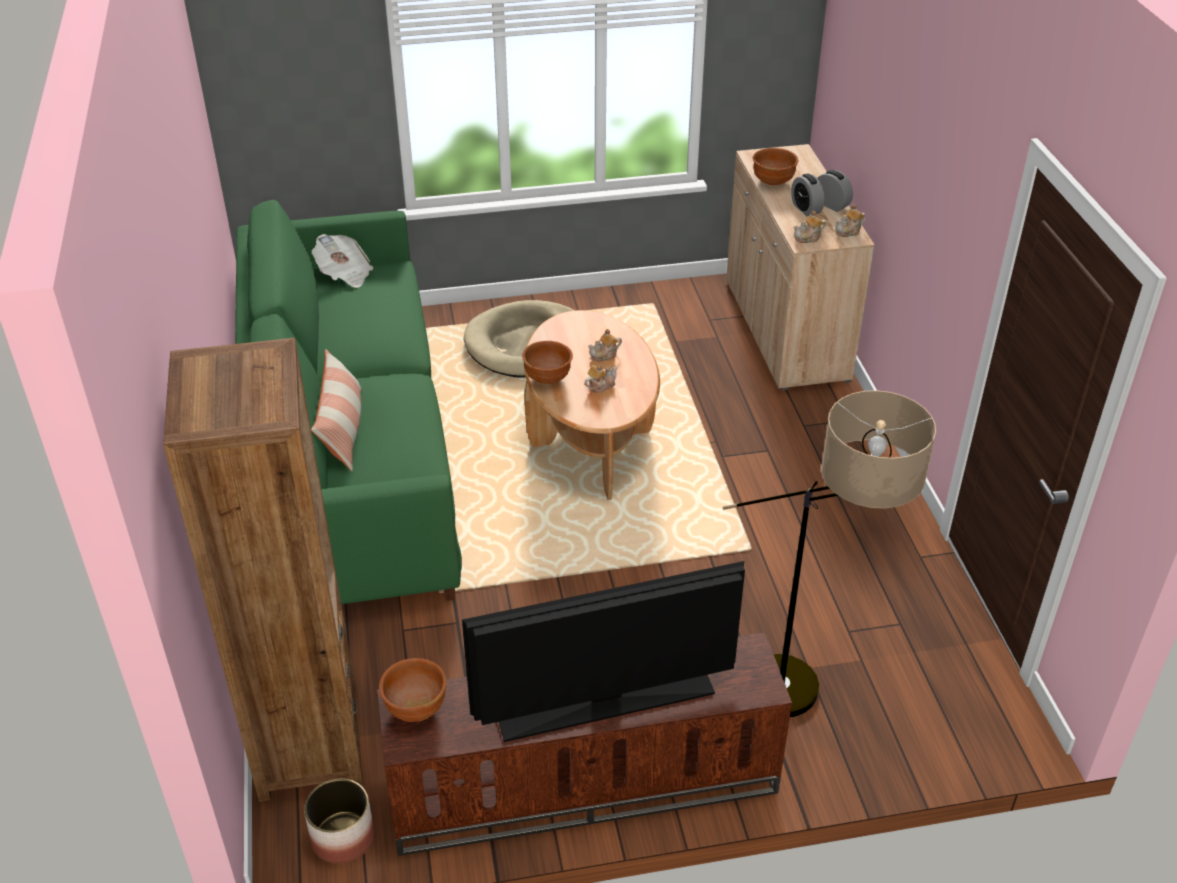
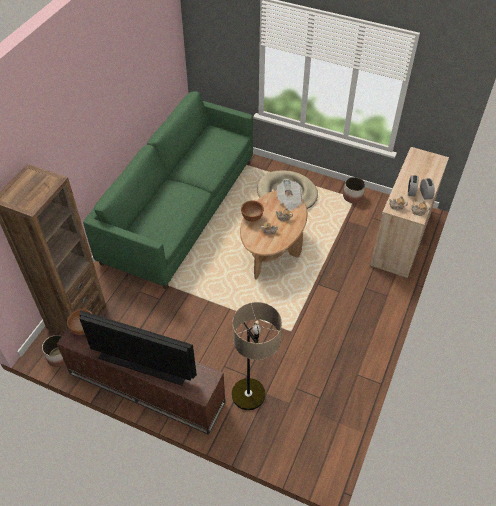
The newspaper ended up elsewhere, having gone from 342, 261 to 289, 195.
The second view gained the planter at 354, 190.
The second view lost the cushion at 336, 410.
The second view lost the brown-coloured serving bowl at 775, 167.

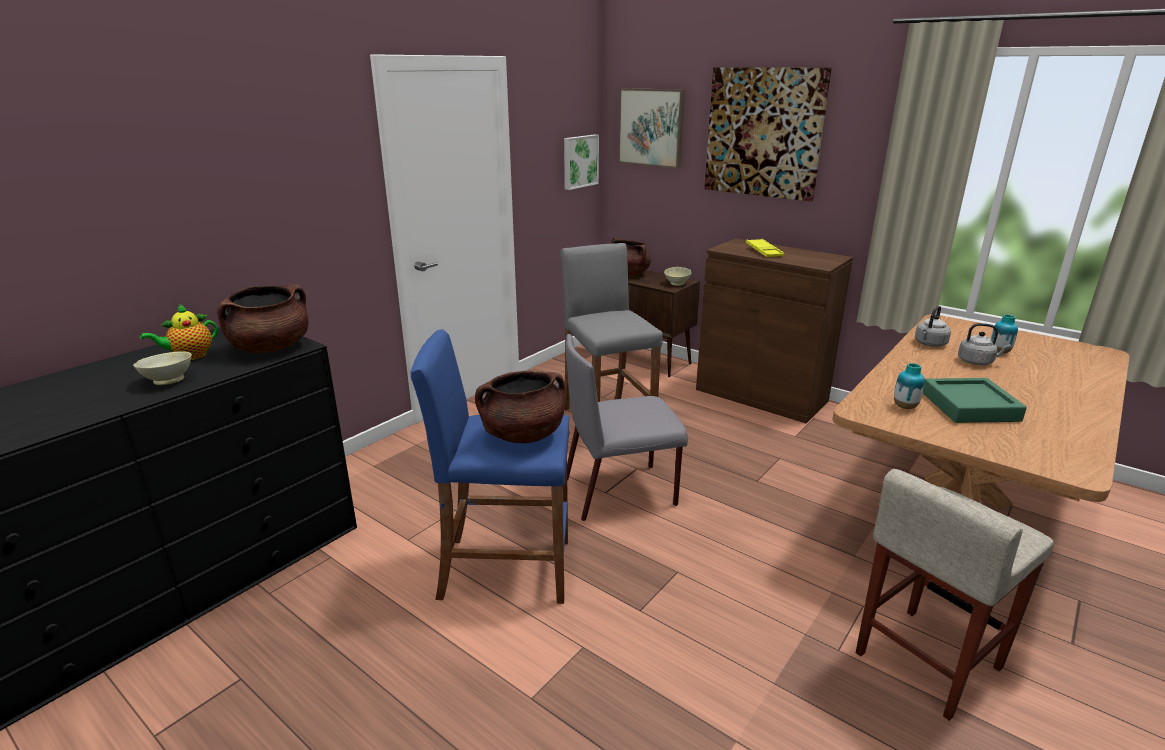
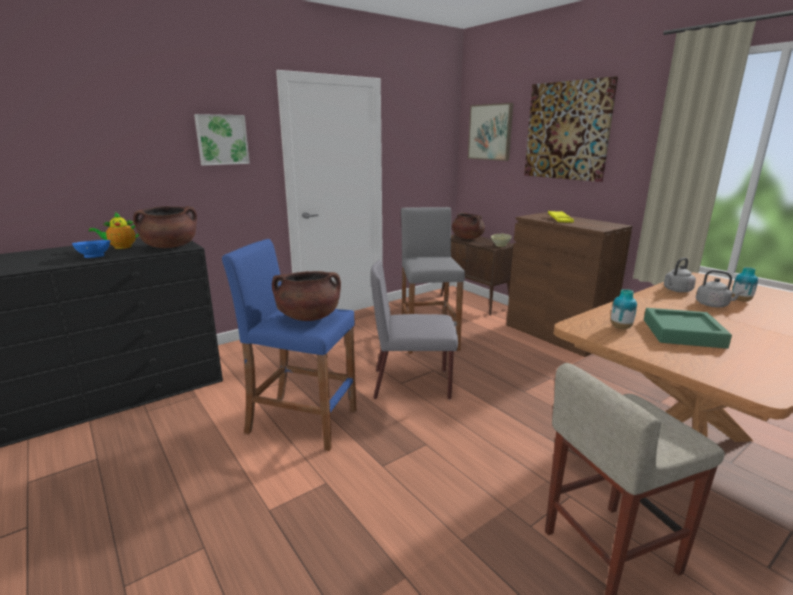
What was the sand-coloured serving bowl at 162, 368 turned into the blue-coloured serving bowl at 91, 249.
The wall art ended up elsewhere, having gone from 581, 162 to 222, 140.

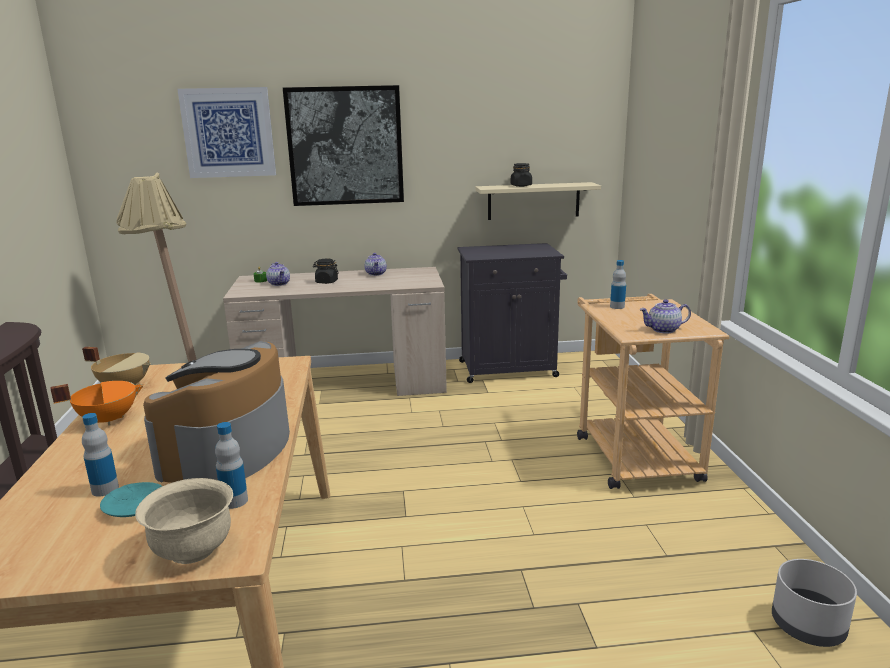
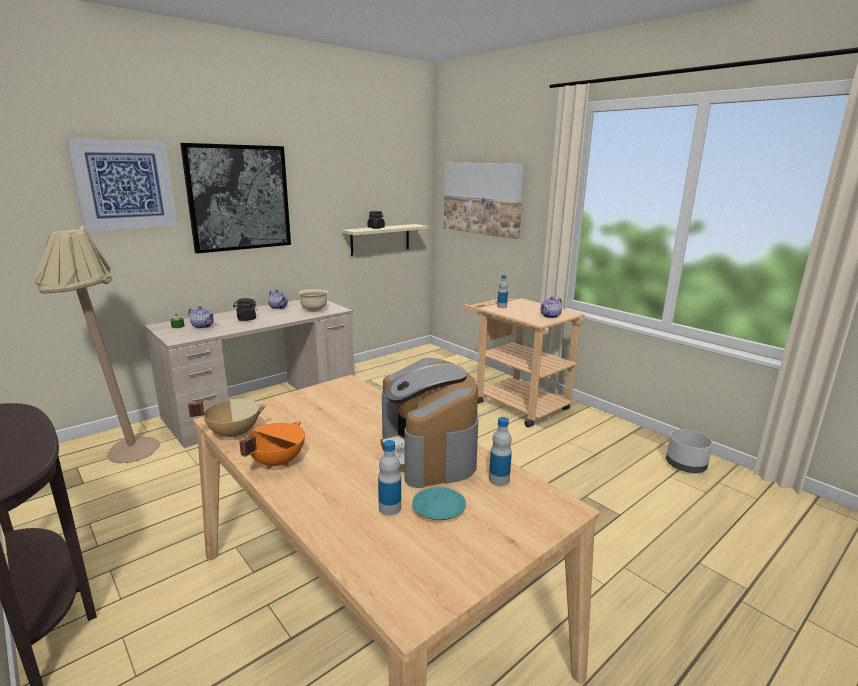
The sand-coloured serving bowl ended up elsewhere, having gone from 184, 521 to 313, 300.
The second view gained the wall art at 484, 201.
The second view lost the black cabinet at 512, 313.

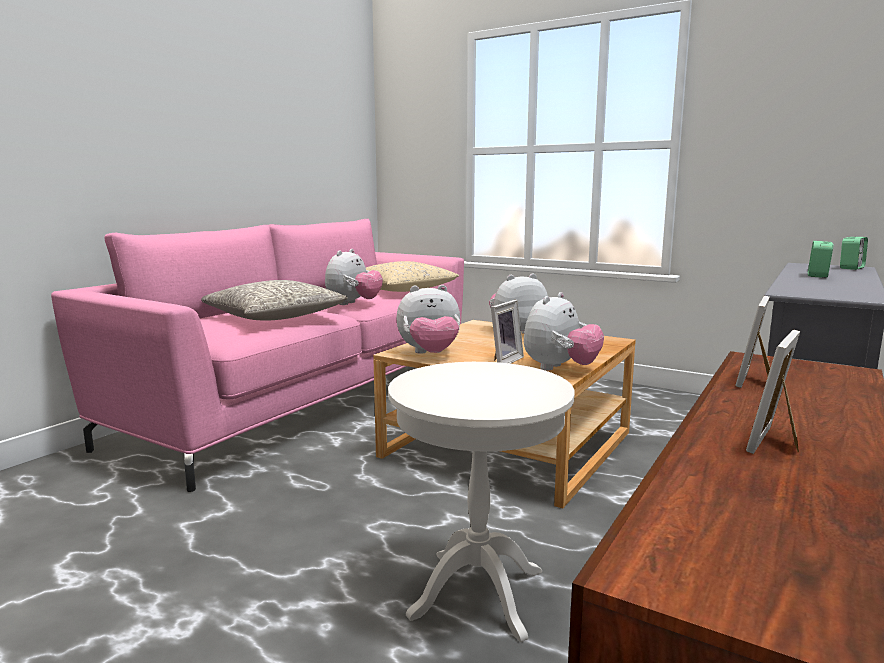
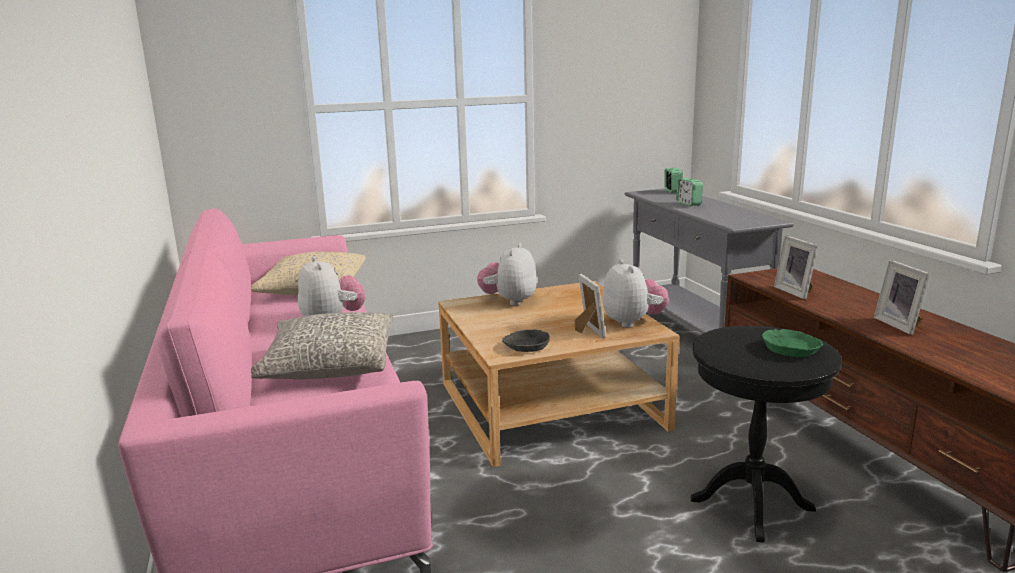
Where the cuddly toy stood at 428, 319, the greyish serving bowl came to stand at 526, 341.
What was the white side table at 481, 502 turned into the black side table at 766, 434.
The second view gained the green serving bowl at 792, 343.

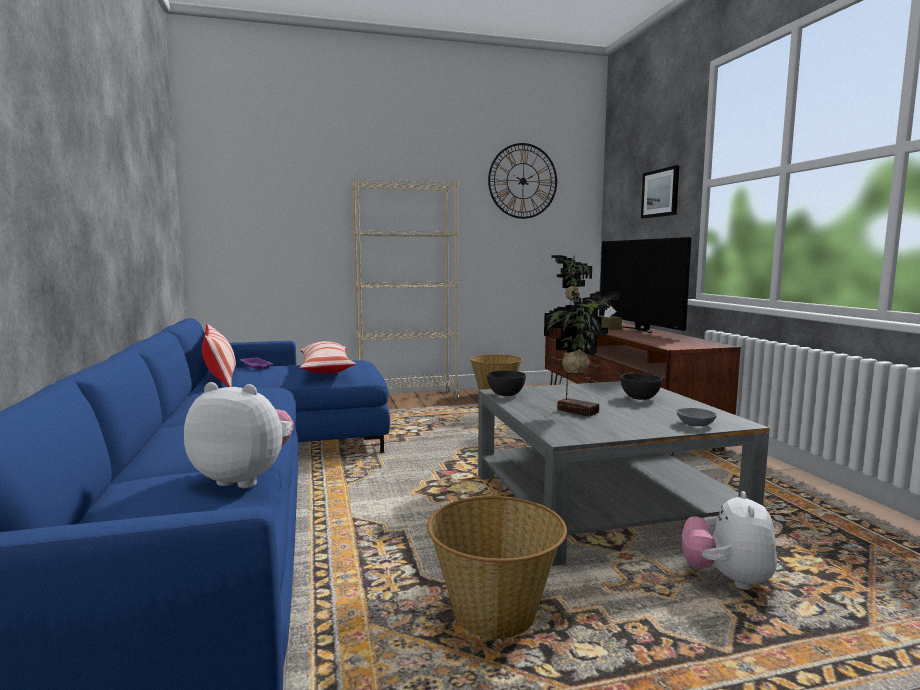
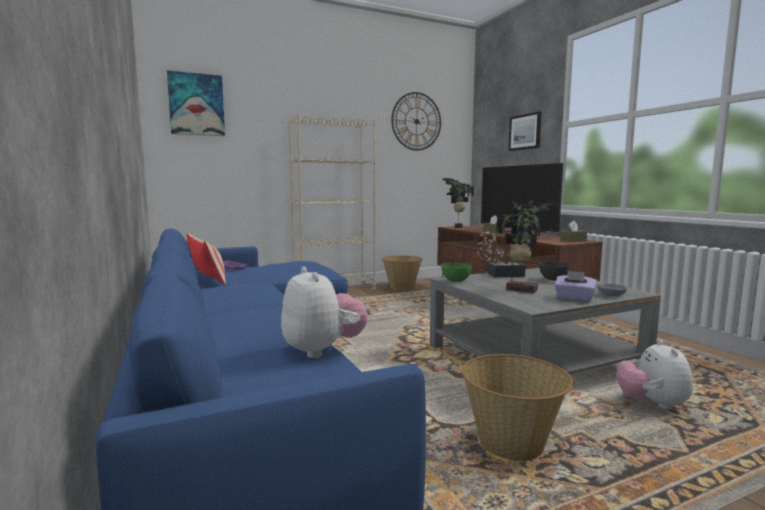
The second view gained the wall art at 196, 103.
The cuddly toy at 239, 435 ended up facing another way, 60 degrees clockwise from before.
What was the greyish serving bowl at 506, 383 turned into the green serving bowl at 456, 272.
The second view gained the plant in a pot at 504, 254.
The second view gained the purplish tissue box at 576, 286.
The second view gained the brown-coloured tissue box at 573, 231.
The second view lost the cushion at 328, 357.

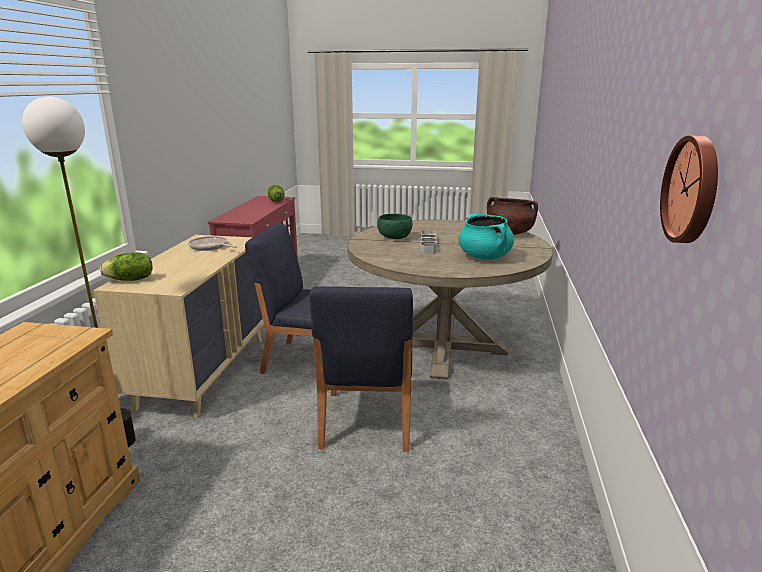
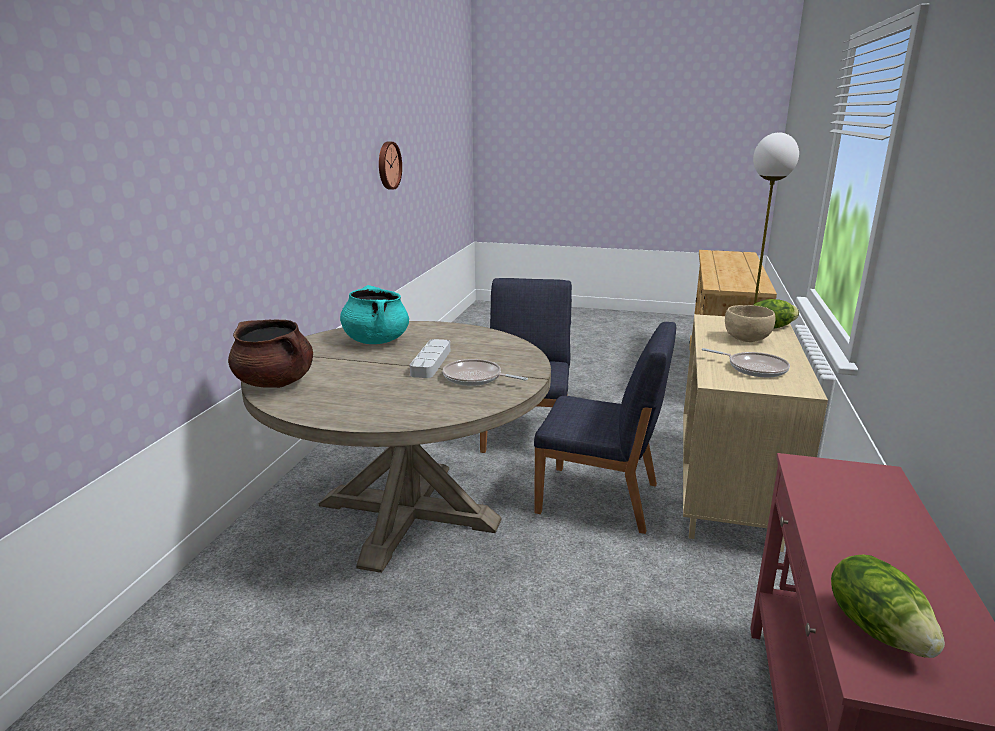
Where the green serving bowl stood at 394, 226, the pan came to stand at 485, 372.
The second view gained the sand-coloured serving bowl at 750, 323.

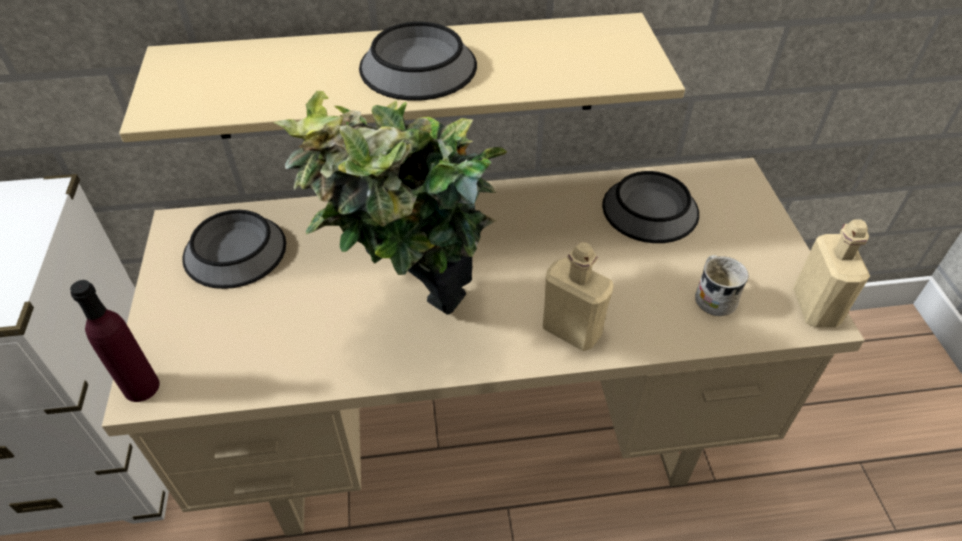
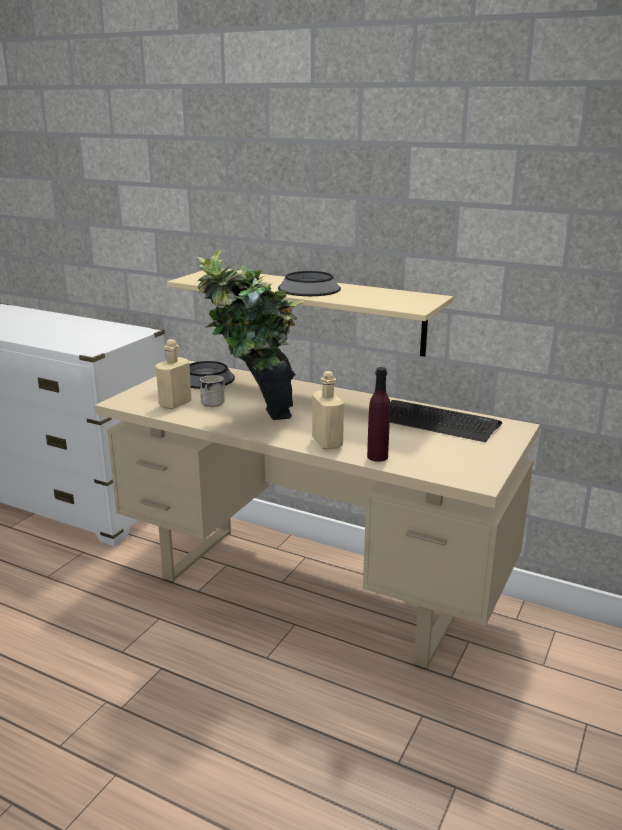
The sand-coloured bottle ended up elsewhere, having gone from 831, 273 to 173, 374.
The white tea mug ended up elsewhere, having gone from 722, 285 to 212, 391.
The purplish bottle ended up elsewhere, having gone from 115, 341 to 378, 414.
Where the serving bowl stood at 650, 207, the computer keyboard came to stand at 446, 421.

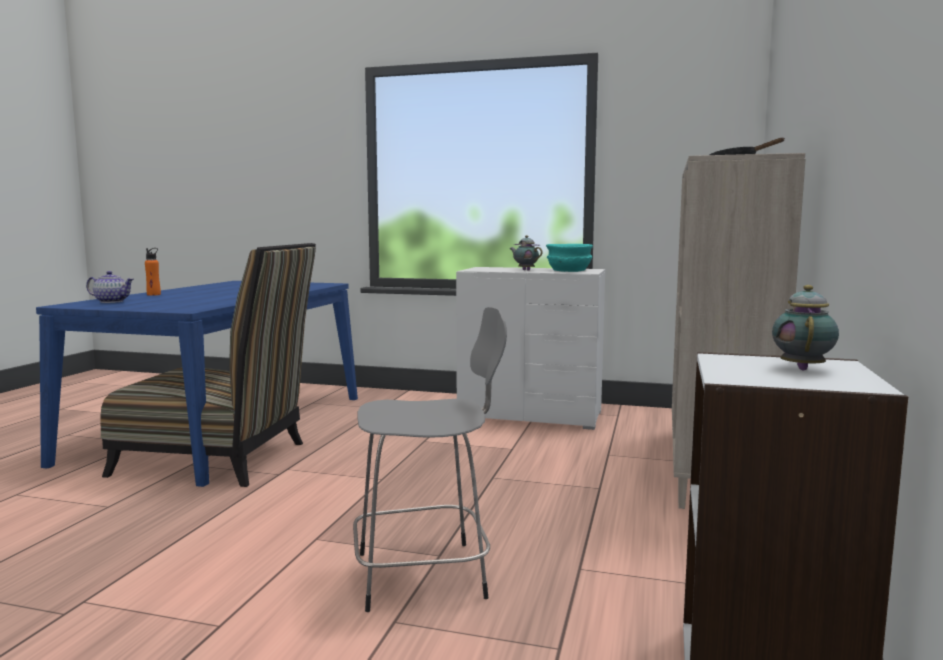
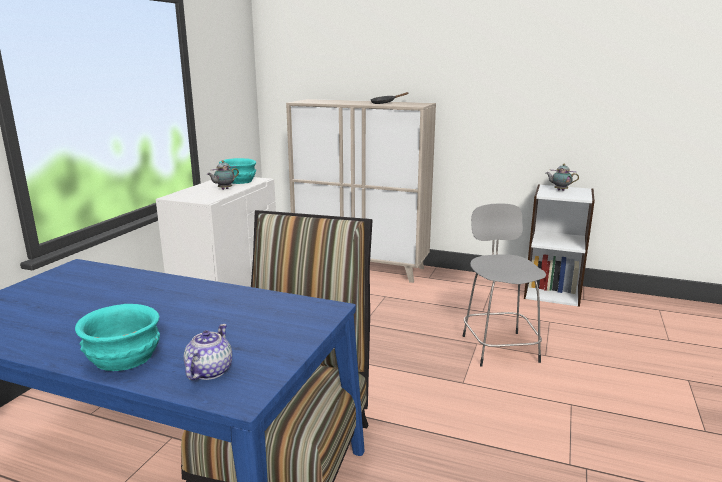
Where the orange bottle stood at 153, 272, the turquoise serving bowl came to stand at 117, 337.

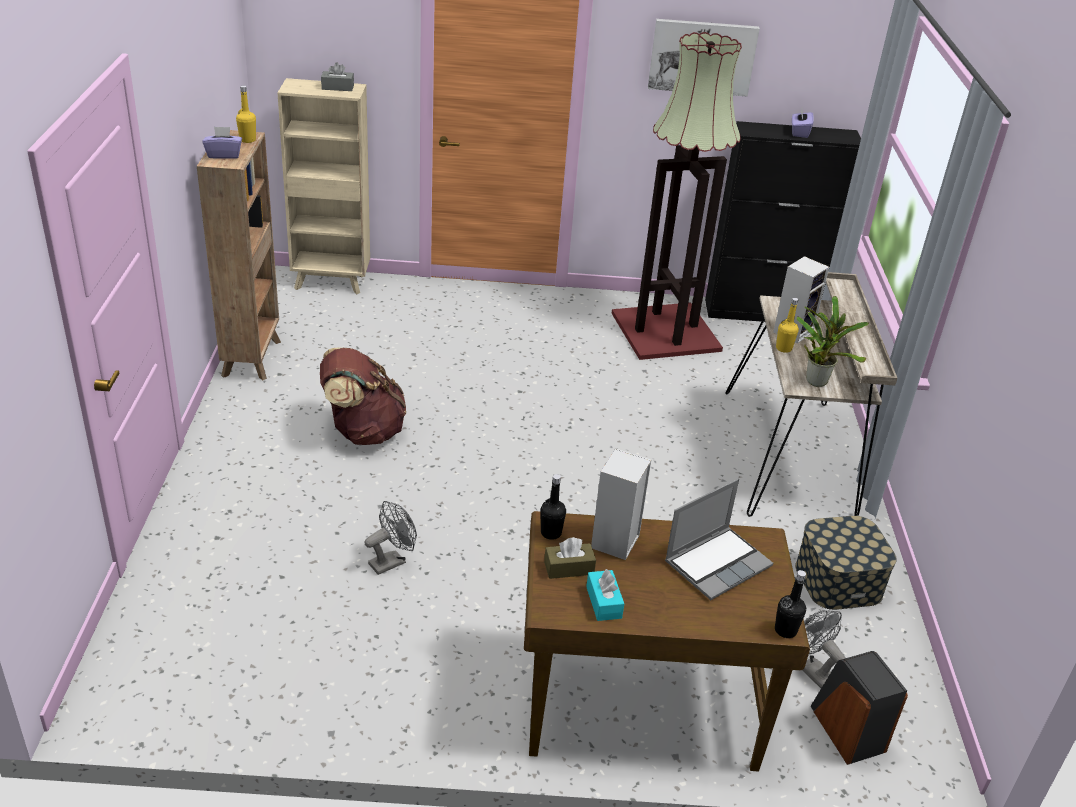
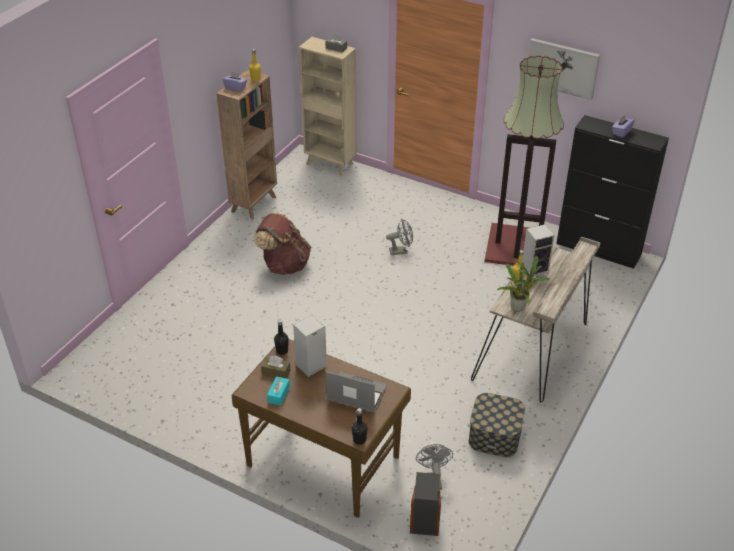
The portable computer at 719, 539 ended up facing another way, 150 degrees counterclockwise from before.
The greyish electric fan ended up elsewhere, having gone from 390, 538 to 399, 237.

